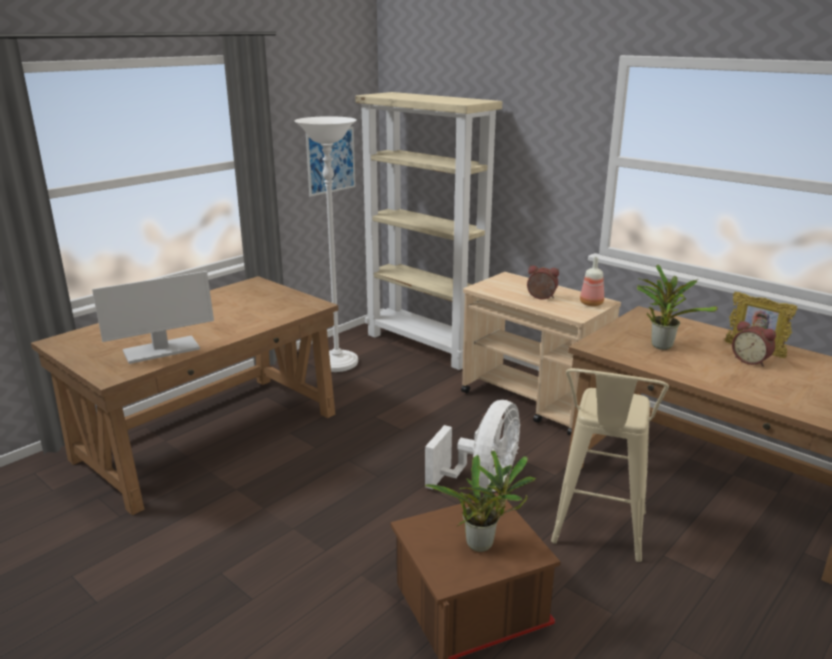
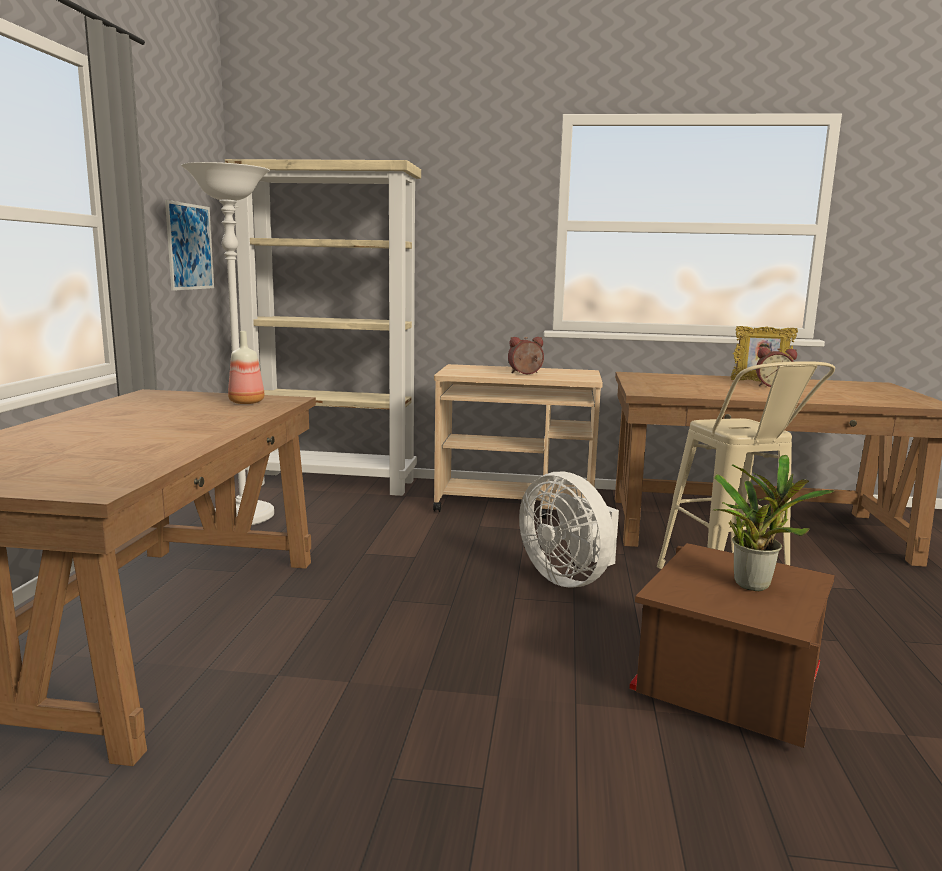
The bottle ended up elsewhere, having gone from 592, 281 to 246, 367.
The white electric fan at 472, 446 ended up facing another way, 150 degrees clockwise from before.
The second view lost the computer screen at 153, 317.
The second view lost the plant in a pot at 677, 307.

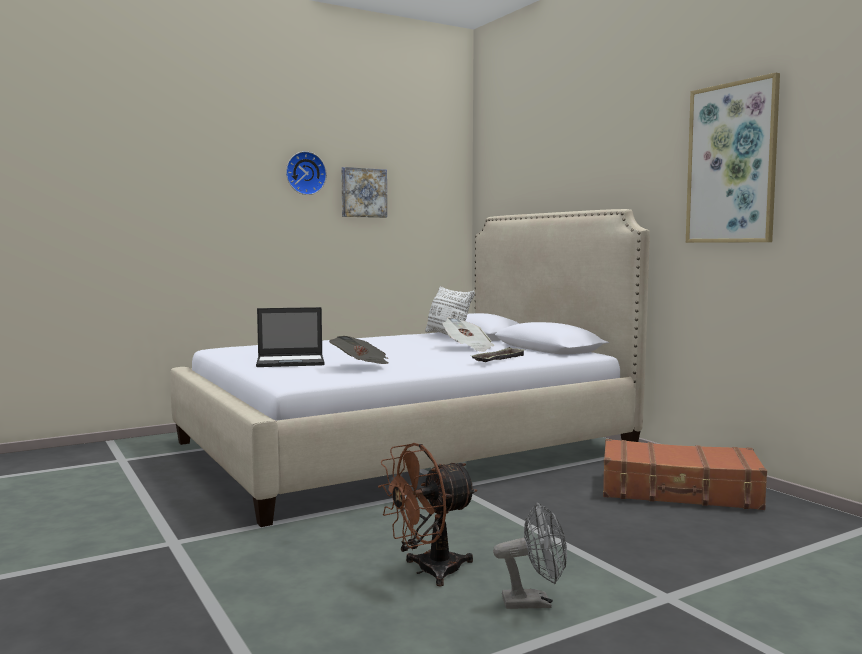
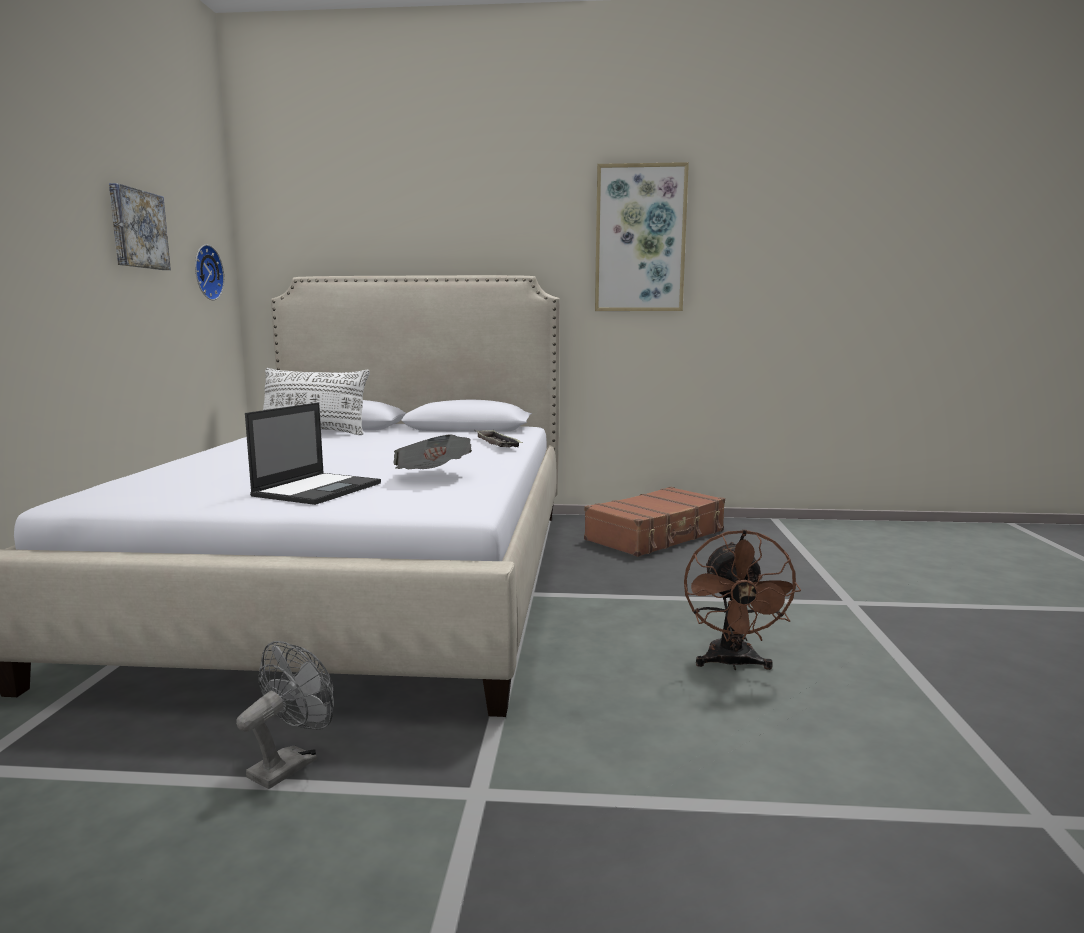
The clock on the wall ended up elsewhere, having gone from 306, 173 to 209, 272.
The greyish electric fan ended up elsewhere, having gone from 530, 555 to 285, 715.
The second view lost the newspaper at 468, 334.

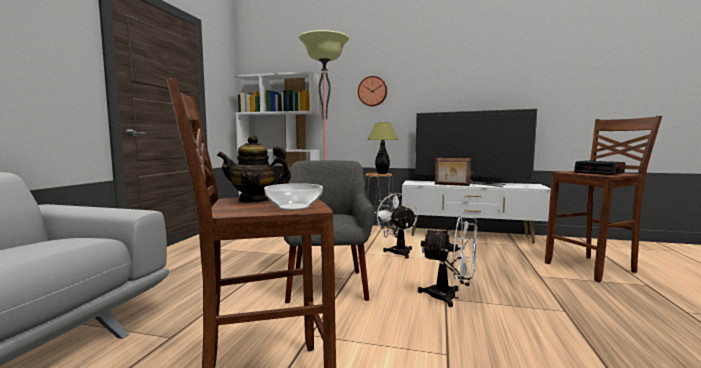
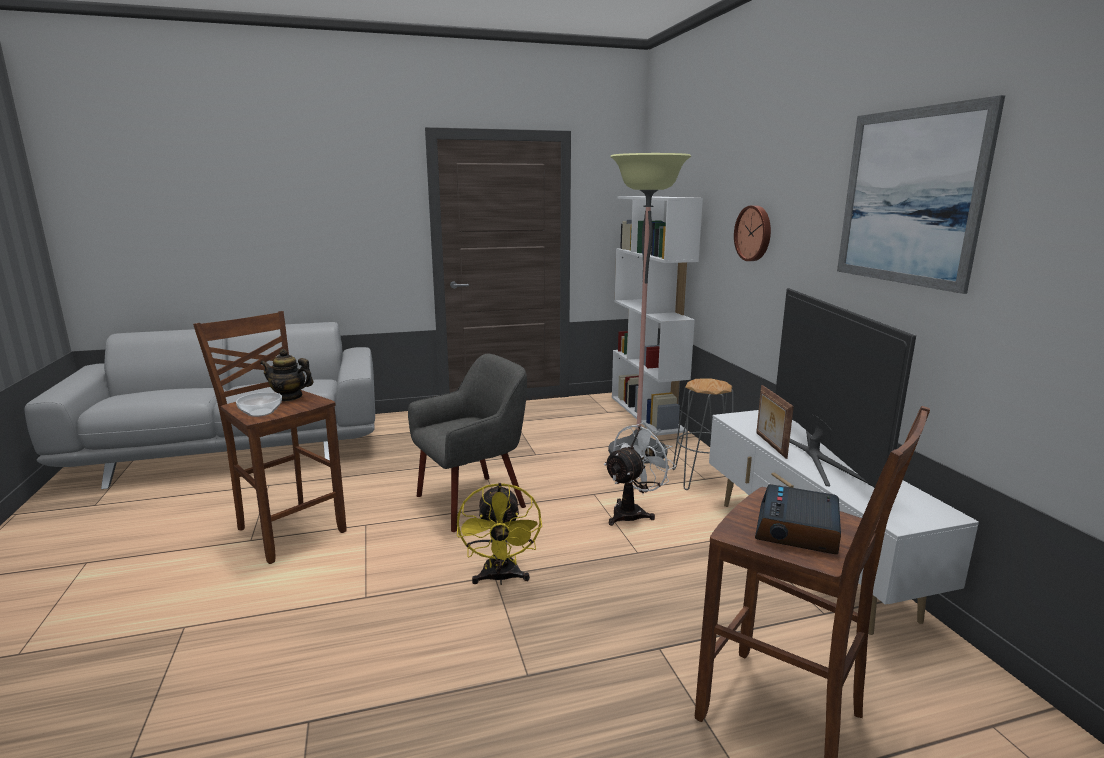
The teapot at 254, 169 ended up facing another way, 45 degrees counterclockwise from before.
What was the white electric fan at 447, 261 turned into the yellow-coloured electric fan at 499, 534.
The second view gained the wall art at 921, 194.
The second view lost the table lamp at 383, 148.

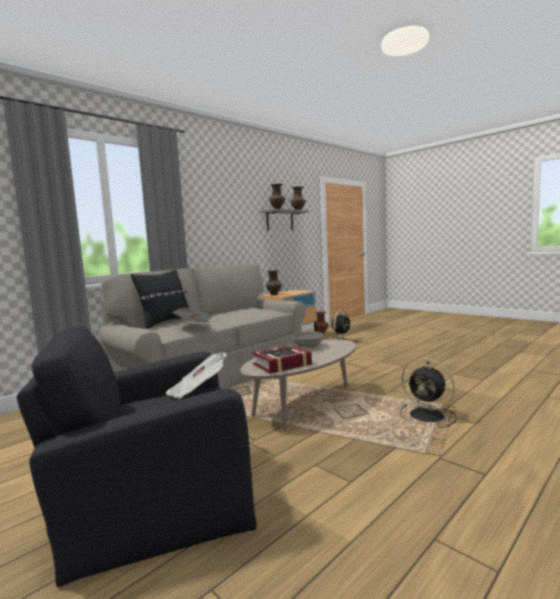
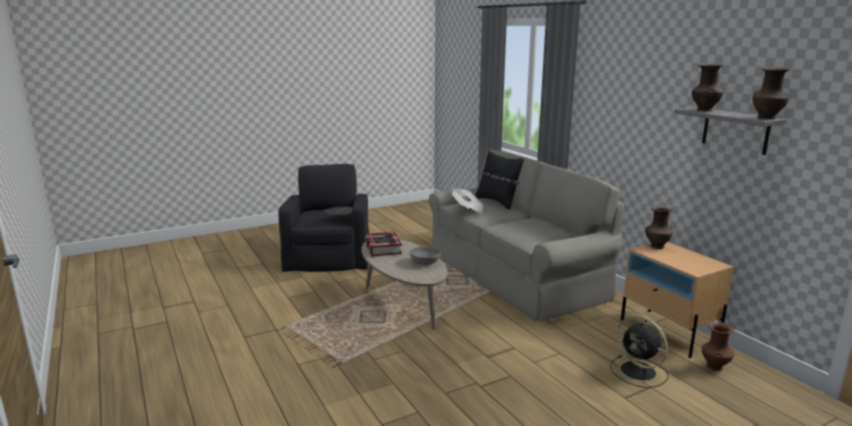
The second view lost the black electric fan at 428, 393.

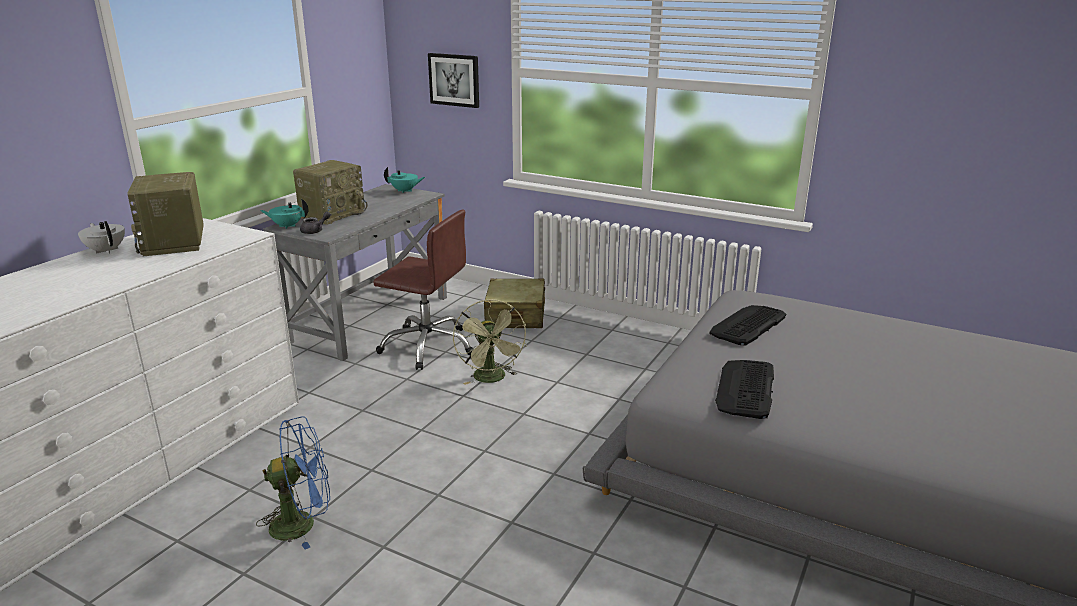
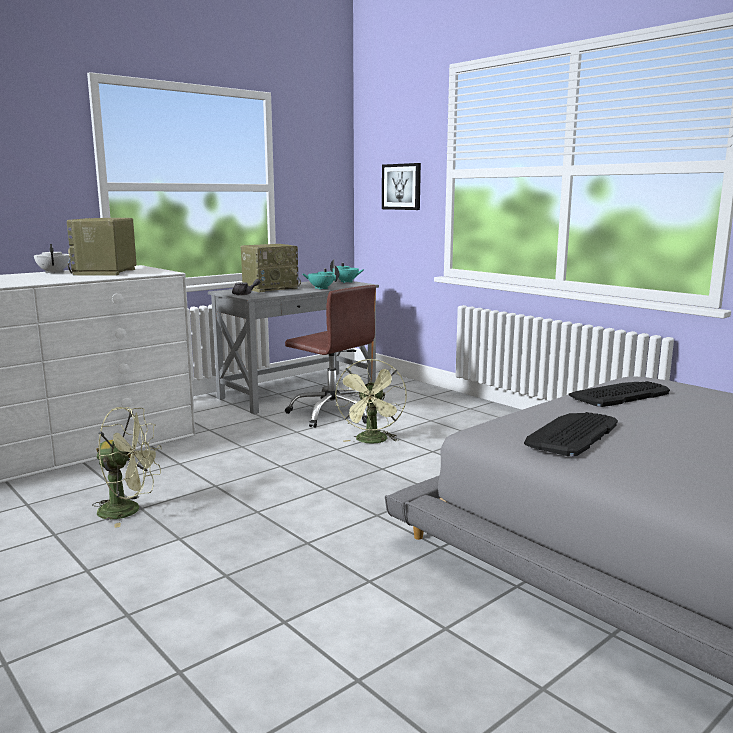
What was the blue-coloured electric fan at 293, 482 turned into the green electric fan at 127, 467.
The turquoise teapot ended up elsewhere, having gone from 284, 214 to 321, 277.
The second view lost the sand-coloured suitcase at 514, 303.

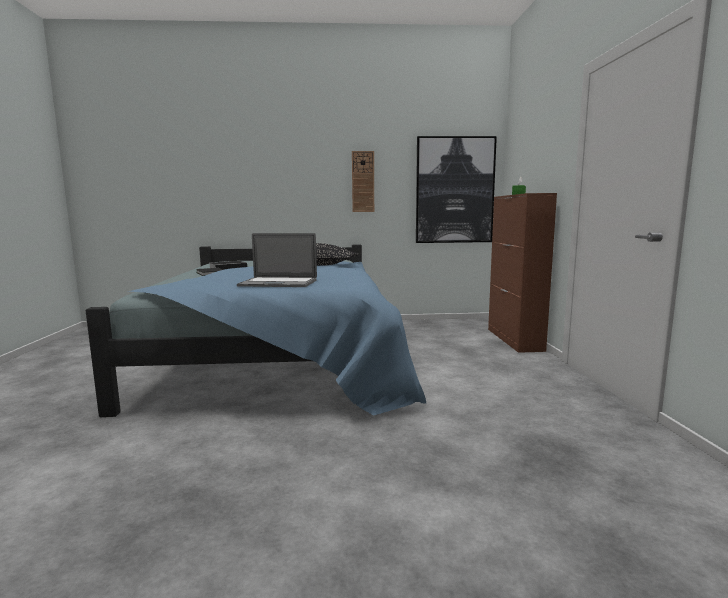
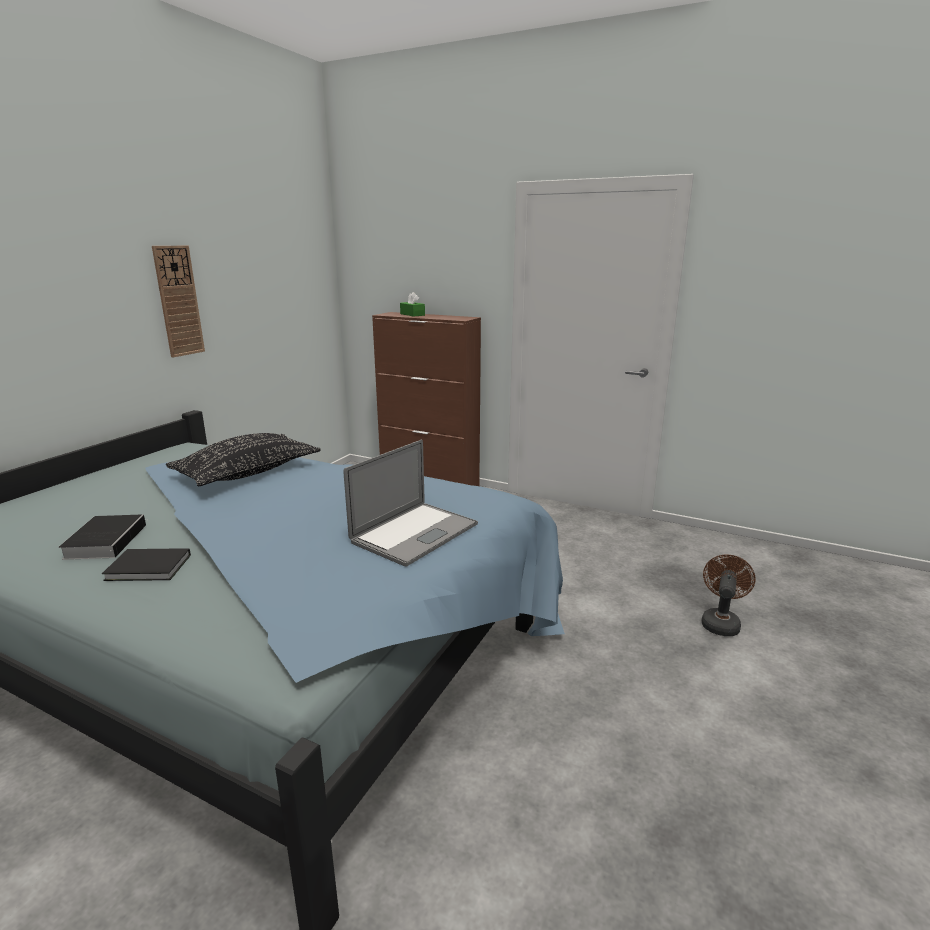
The second view gained the brown-coloured electric fan at 728, 595.
The second view lost the wall art at 456, 189.

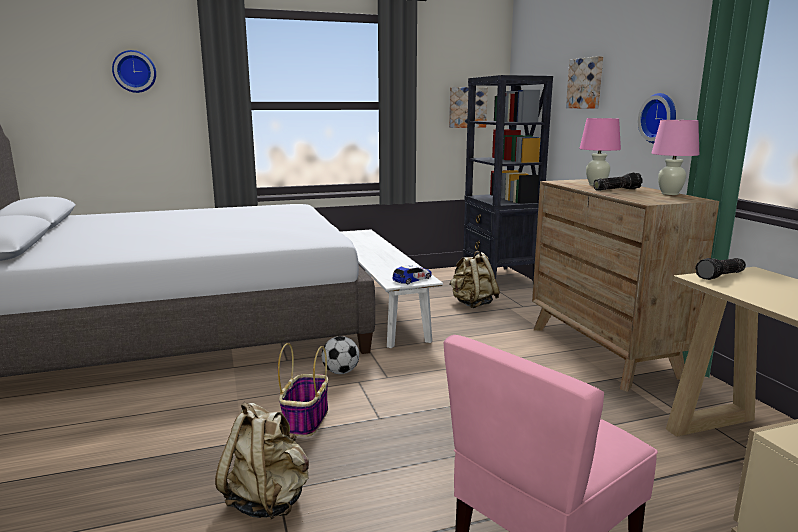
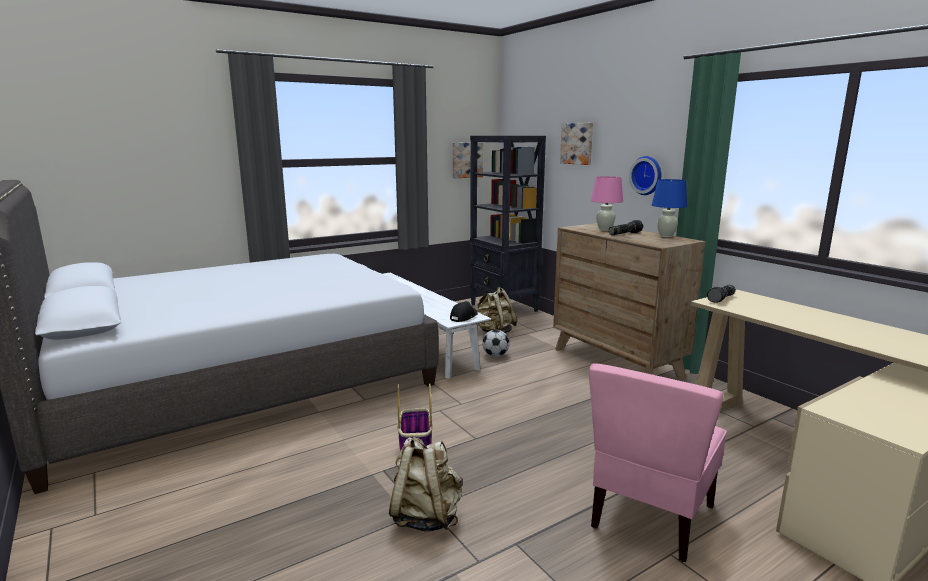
Where the model car stood at 412, 274, the black baseball cap came to stand at 464, 311.
The football ended up elsewhere, having gone from 340, 355 to 495, 343.
What was the pinkish table lamp at 675, 157 turned into the blue-coloured table lamp at 669, 208.
The second view lost the clock on the wall at 134, 71.

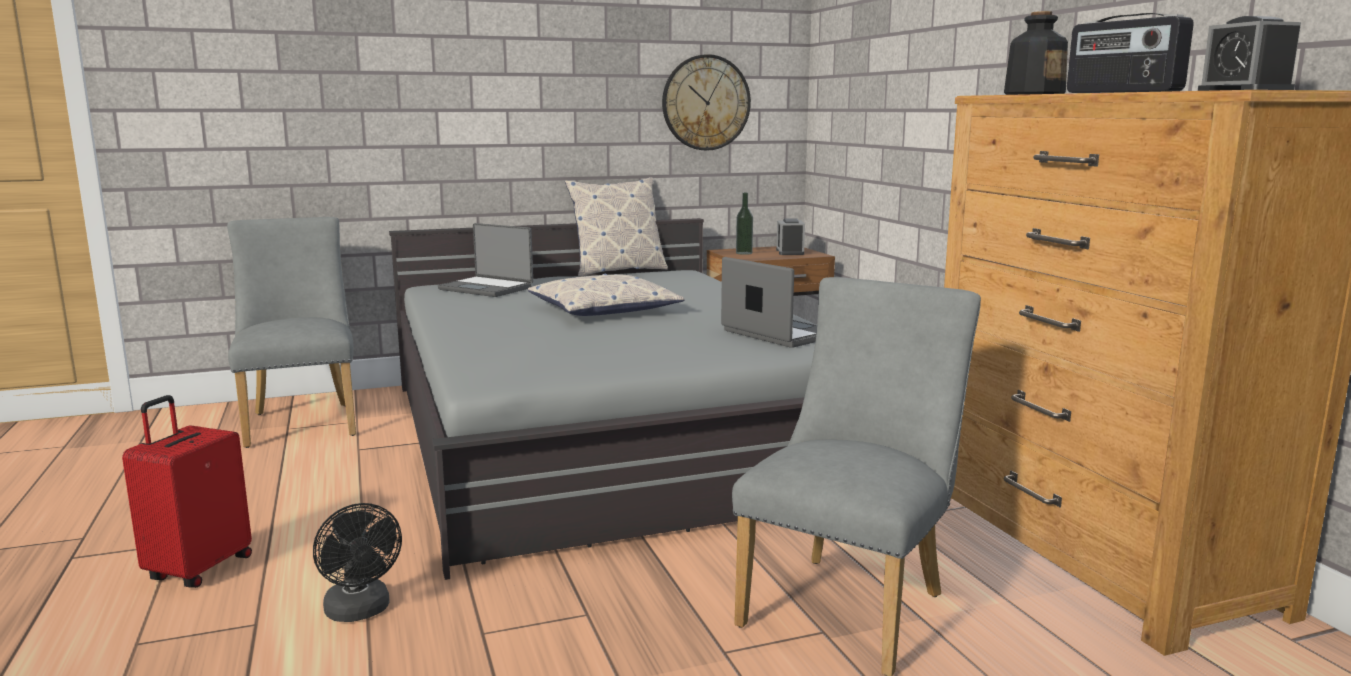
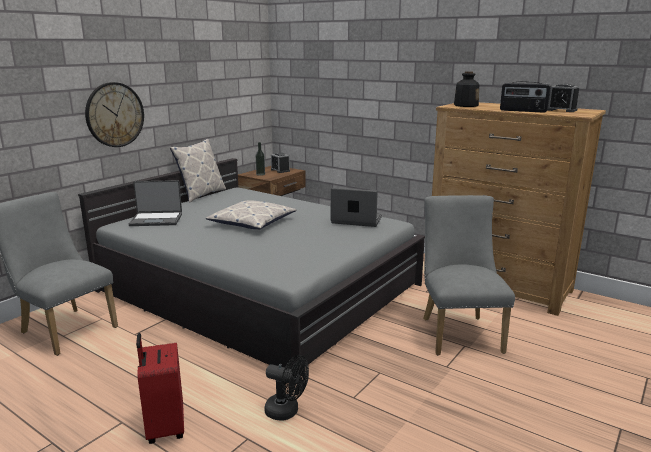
The clock on the wall ended up elsewhere, having gone from 706, 102 to 114, 114.

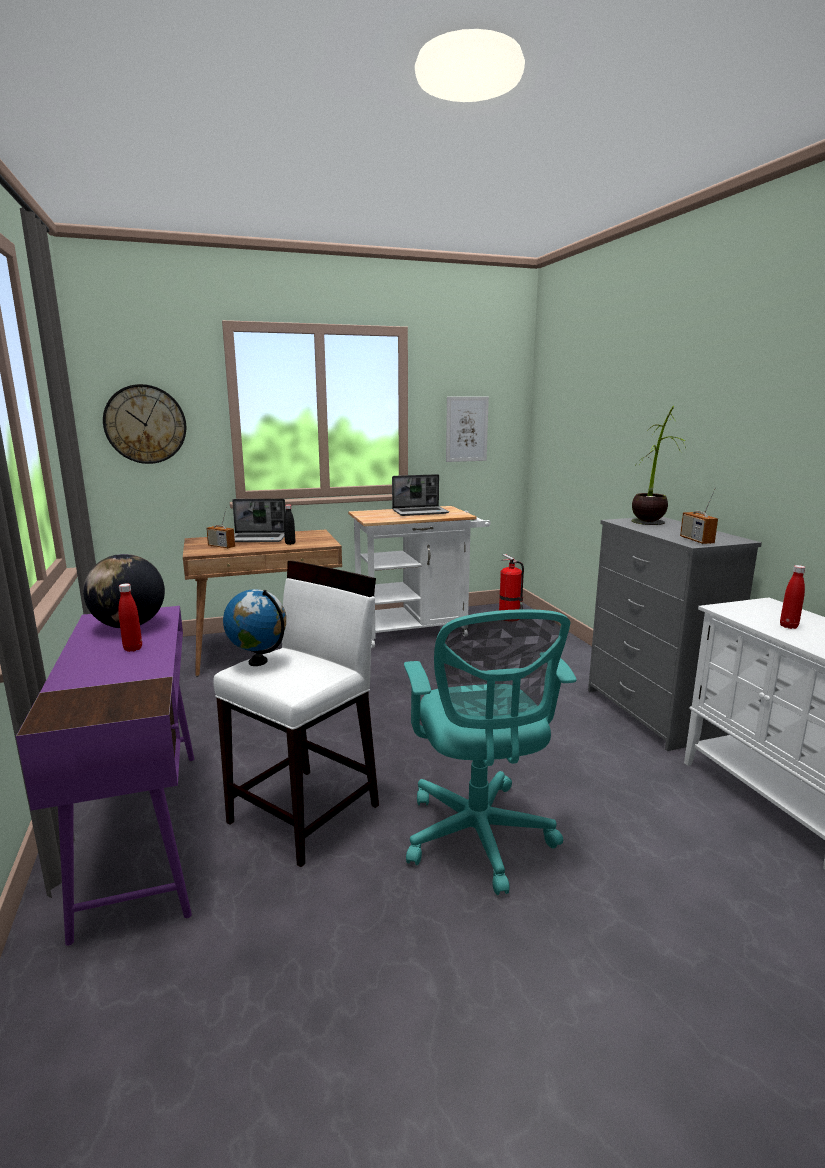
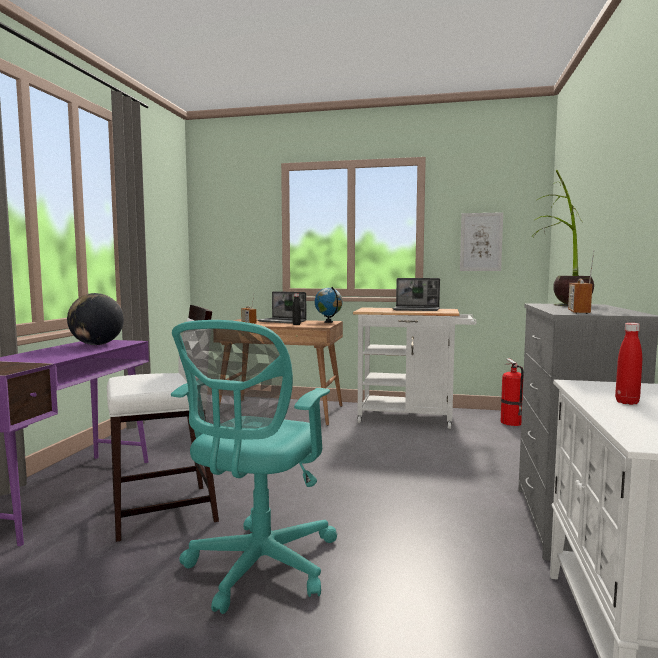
The globe ended up elsewhere, having gone from 254, 627 to 329, 305.
The second view lost the clock on the wall at 144, 424.
The second view lost the red-coloured bottle at 130, 618.

